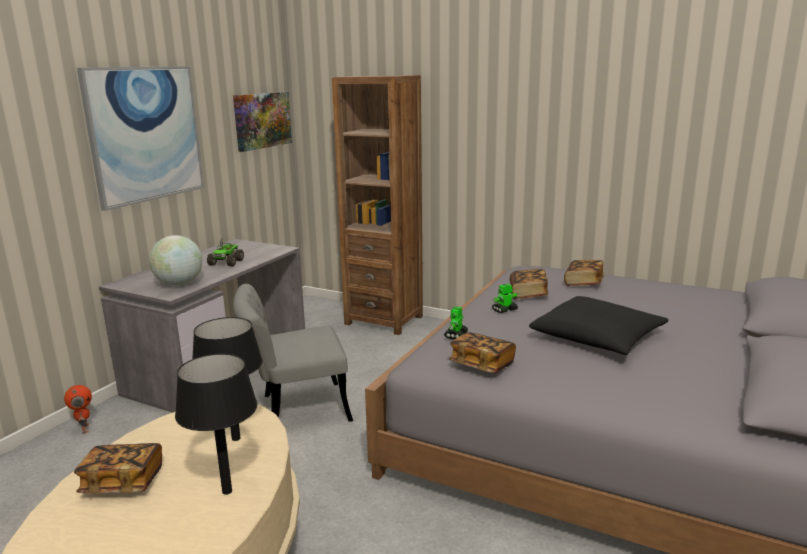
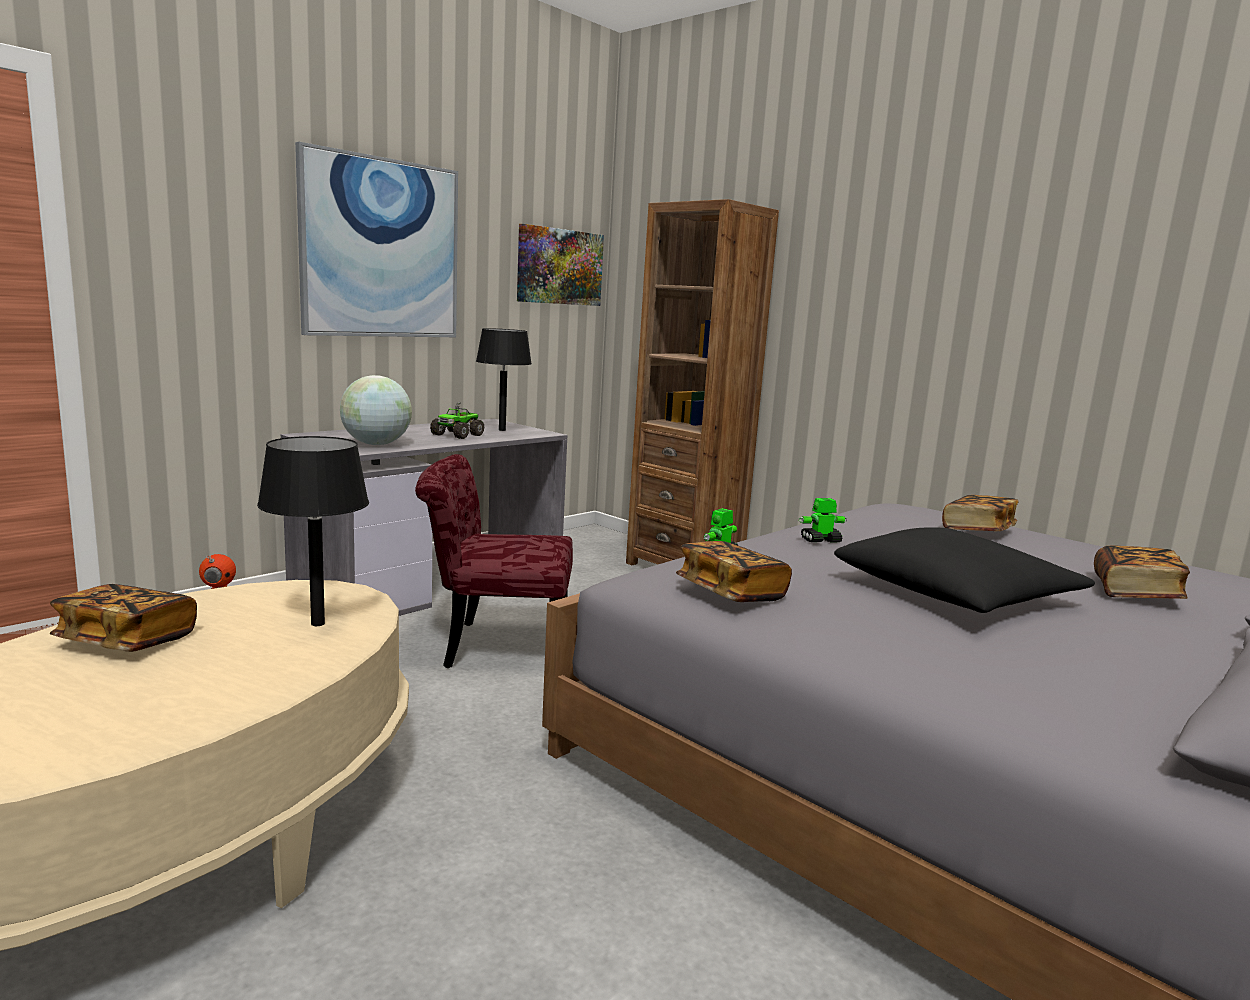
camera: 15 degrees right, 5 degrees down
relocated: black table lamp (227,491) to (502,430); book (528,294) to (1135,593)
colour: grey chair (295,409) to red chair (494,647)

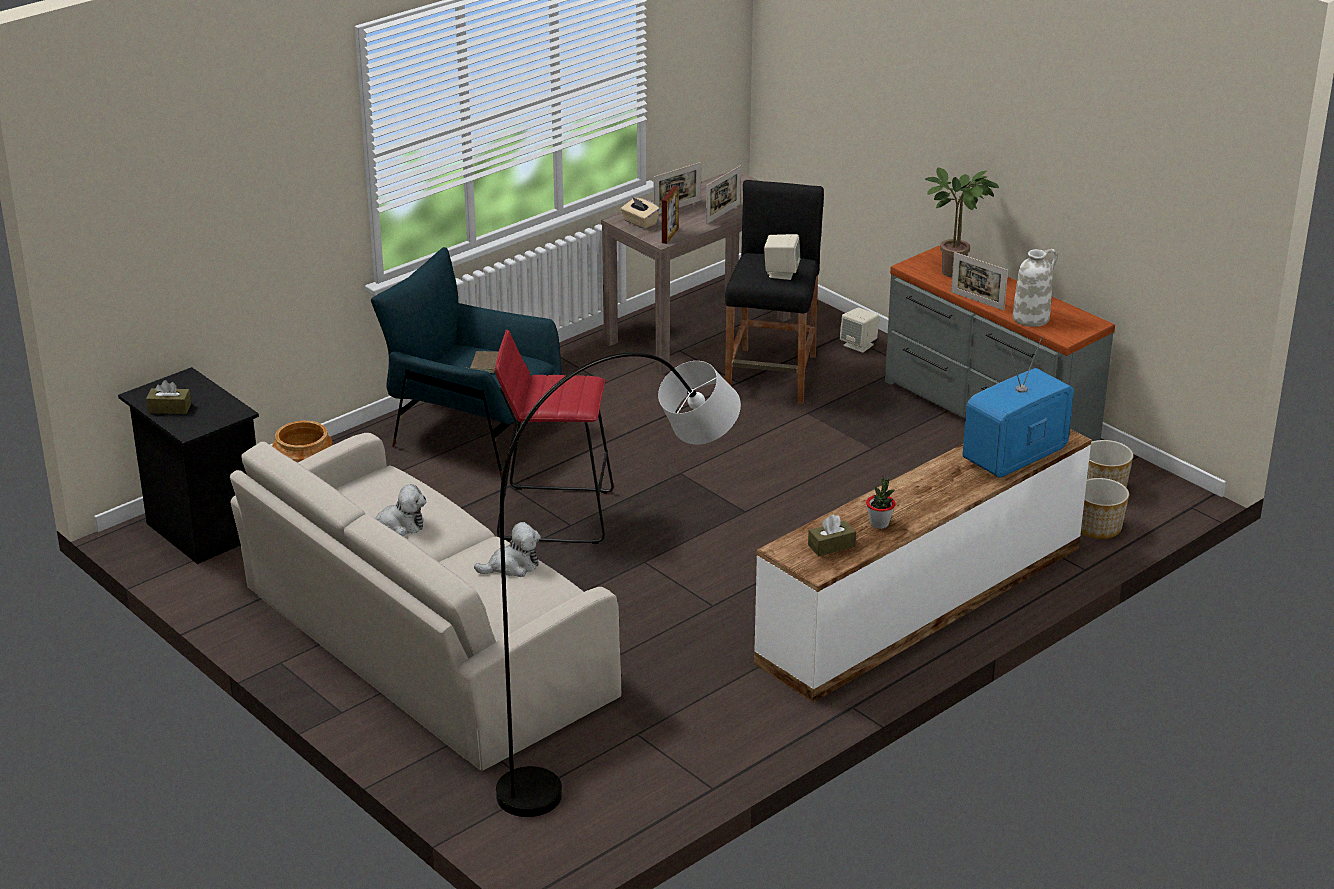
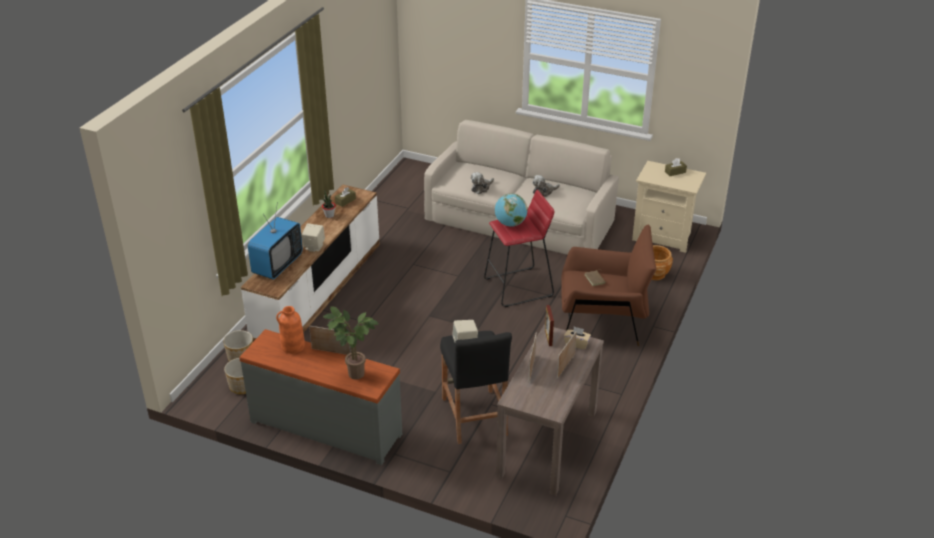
camera: 155 degrees right, 5 degrees up
missing: grey floor lamp (623,742)
appeared: globe (510,224)
relocated: beige speaker (859,345) to (314,247)
colour: black nightstand (202,529) to beige nightstand (664,236); blue armchair (474,433) to brown armchair (603,322); white vase (1031,318) to orange vase (292,346)

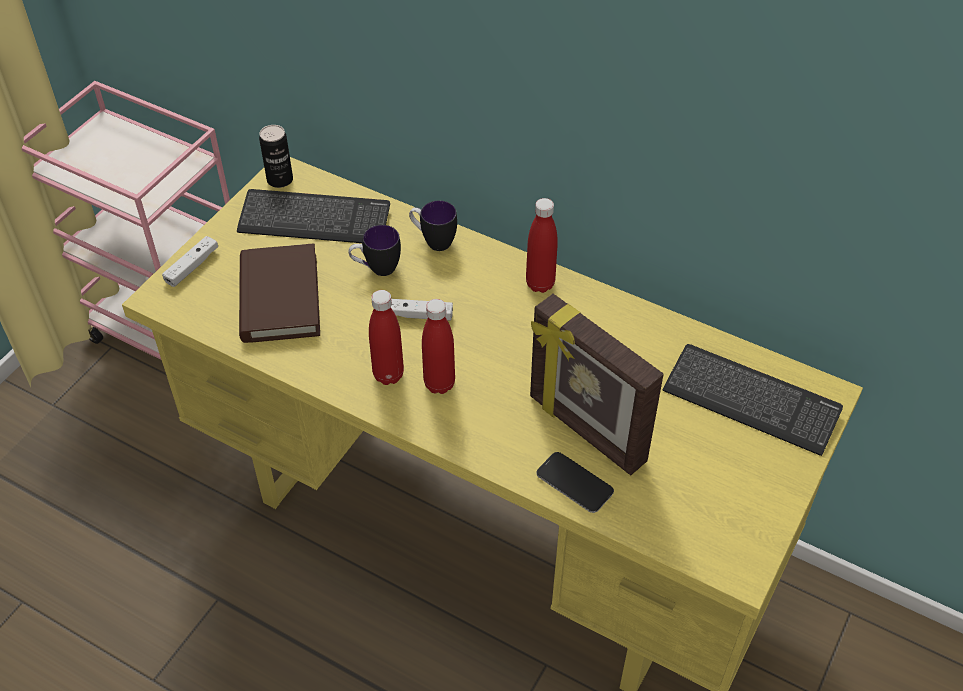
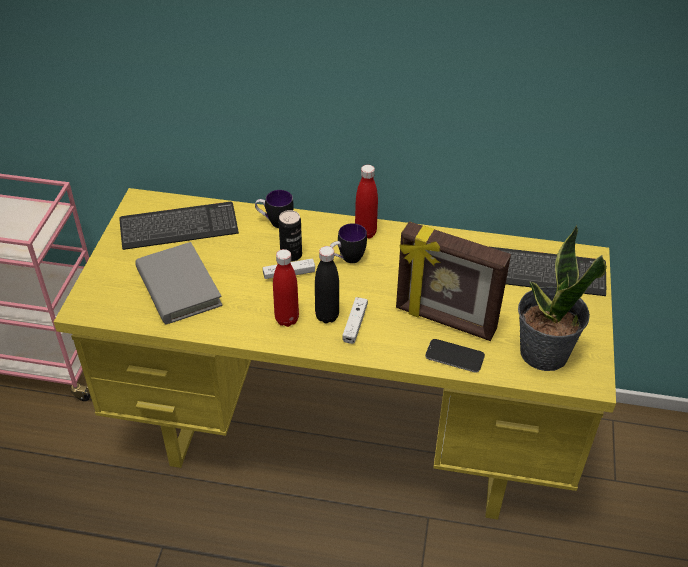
camera: 20 degrees left, 5 degrees down
appeared: potted plant (543,353)
relocated: white game controller (192,266) to (355,324); can (280,180) to (291,255); mug (376,269) to (347,259)
colour: brown book (279,298) to grey book (178,287); red bottle (439,384) to black bottle (327,316)

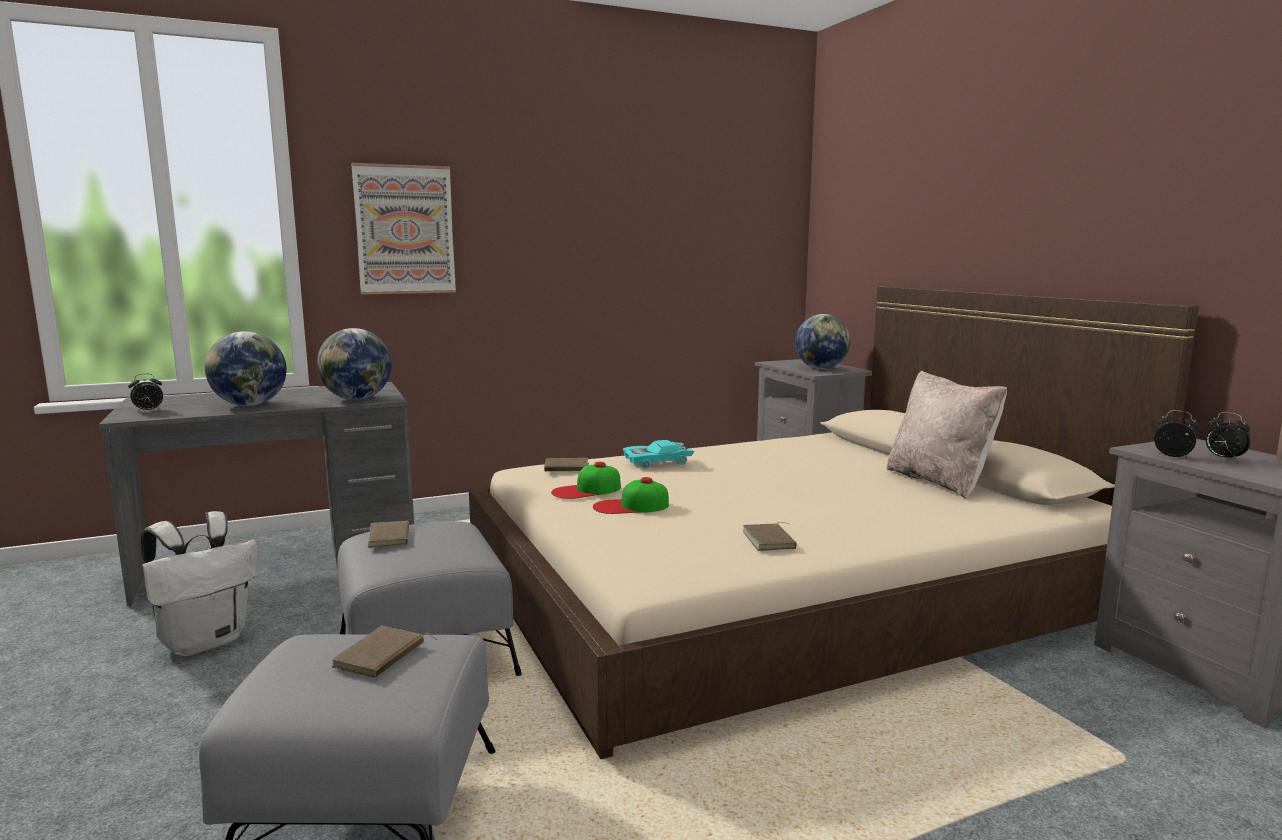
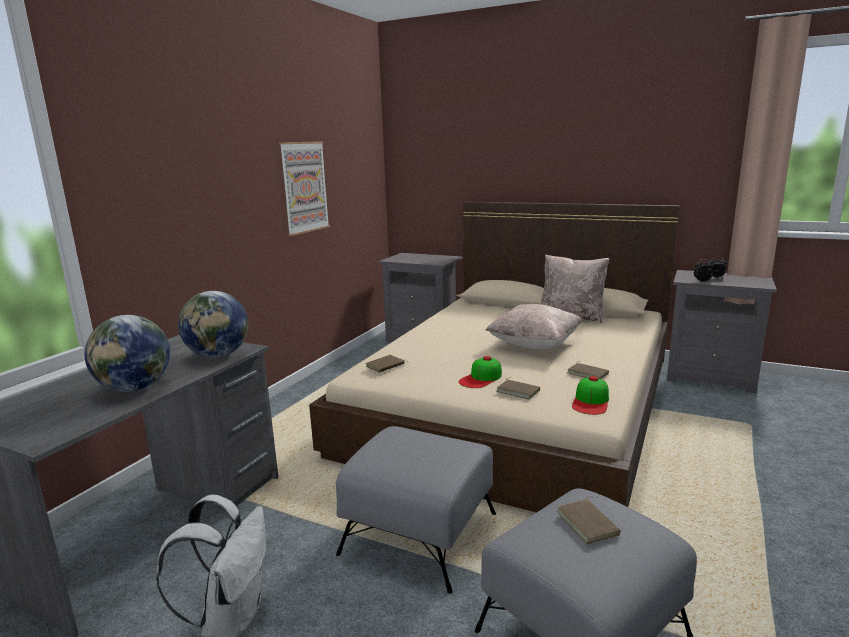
camera: 40 degrees left, 5 degrees up
missing: alarm clock (148,411); turquoise toy car (657,462); globe (821,368)
appeared: beige pillow (534,345)
relocated: picture (405,230) to (304,187); brown book (391,537) to (519,391); cap (586,490) to (591,401)

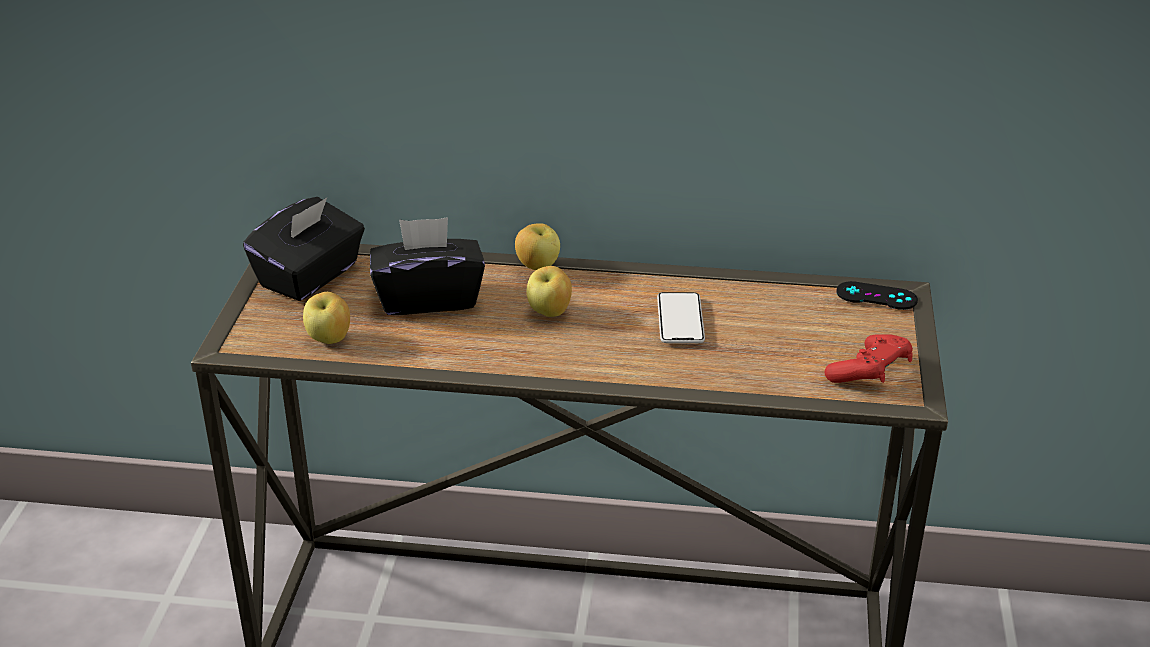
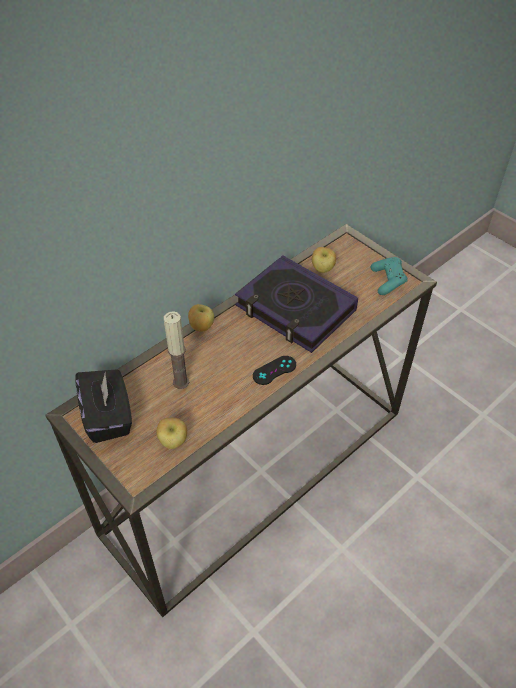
camera: 50 degrees left, 15 degrees up
relocated: apple (550,312) to (322,269); black game controller (876,296) to (274,370)
exchanged: black tissue box (428,298) to candle (181,382); phone (680,319) to book (295,309)
colour: red game controller (870,374) to turquoise game controller (388,281)

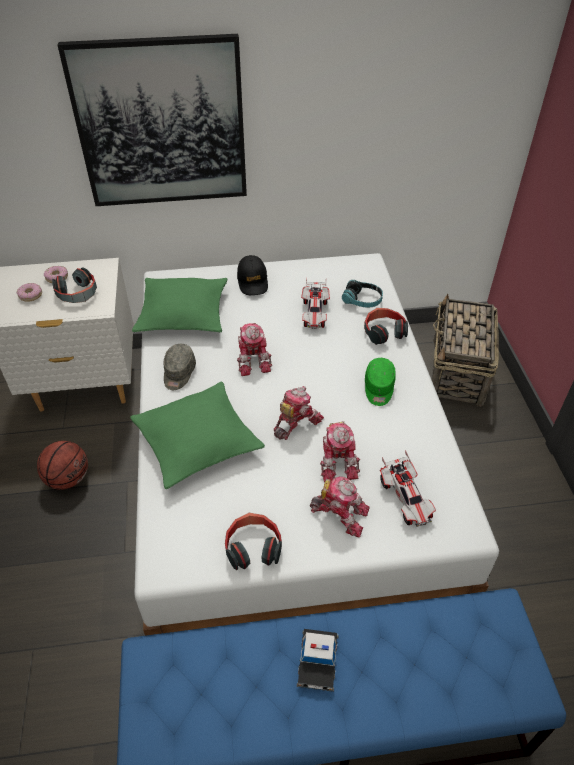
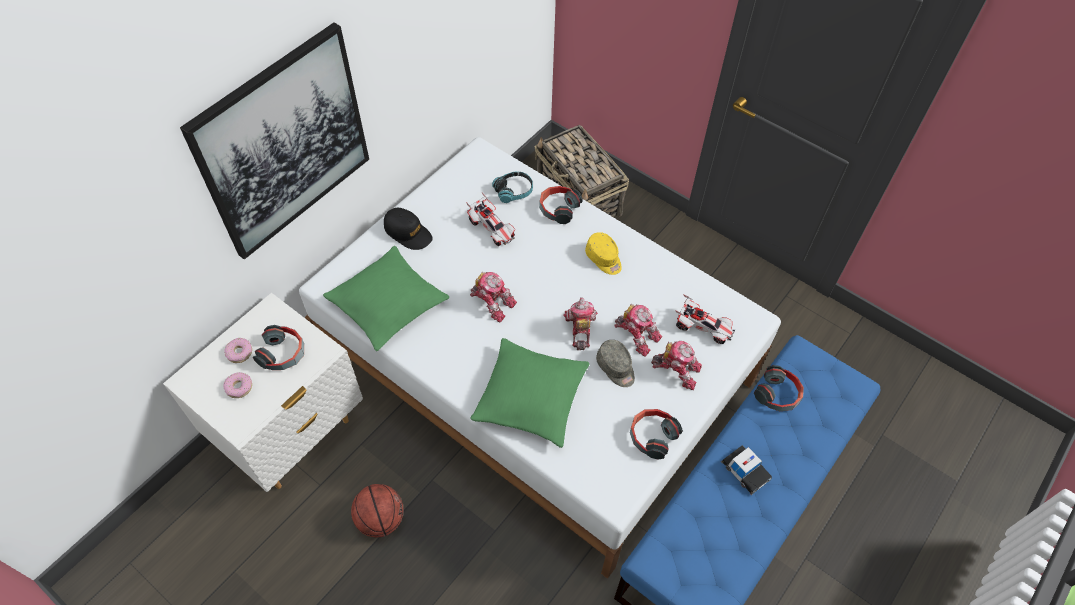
camera: 45 degrees left, 10 degrees up
appeared: headphones (778,394)
relocated: grey cap (179,373) to (616,368)
colour: green cap (379,388) to yellow cap (604,259)
spun: toy robot (340,513) = (677,369) 45 degrees clockwise

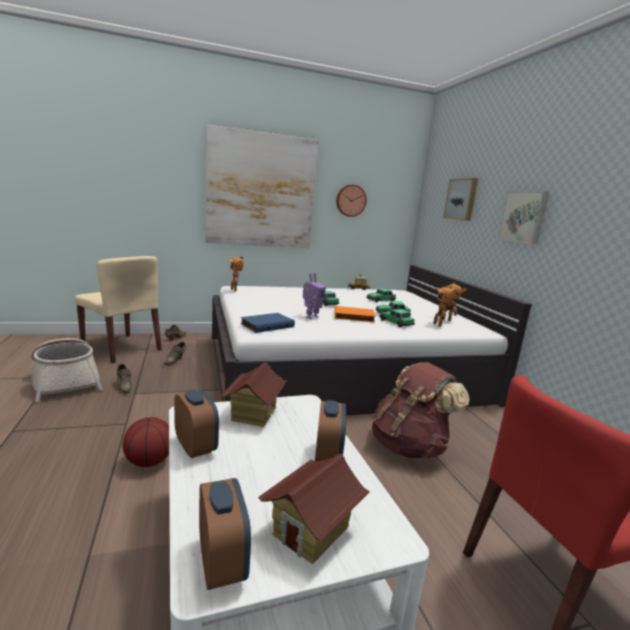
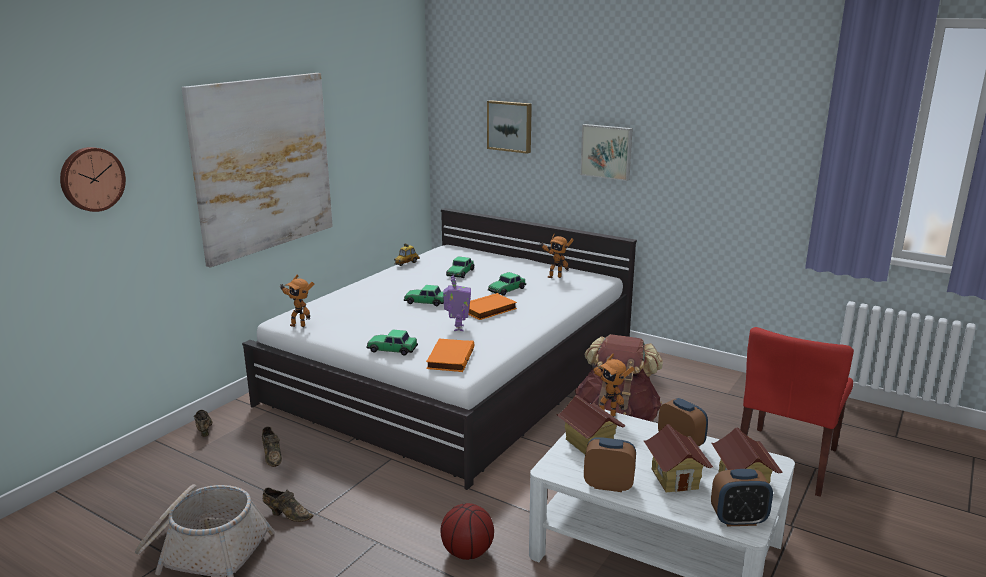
camera: 40 degrees left, 5 degrees up
missing: beige chair (121,348)
appeared: toy house (675,479)
relocated: wall clock (350,200) to (91,179); toy car (395,322) to (392,349); toy robot (438,324) to (607,413)
colour: blue book (266,325) to orange book (449,358)
spun: alarm clock (222,563) = (738,520) 150 degrees clockwise

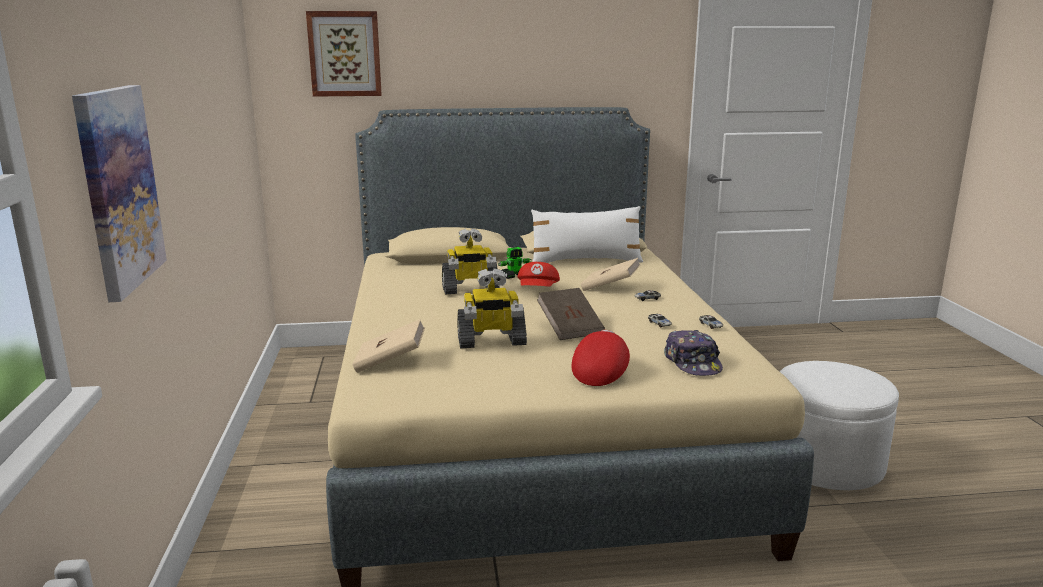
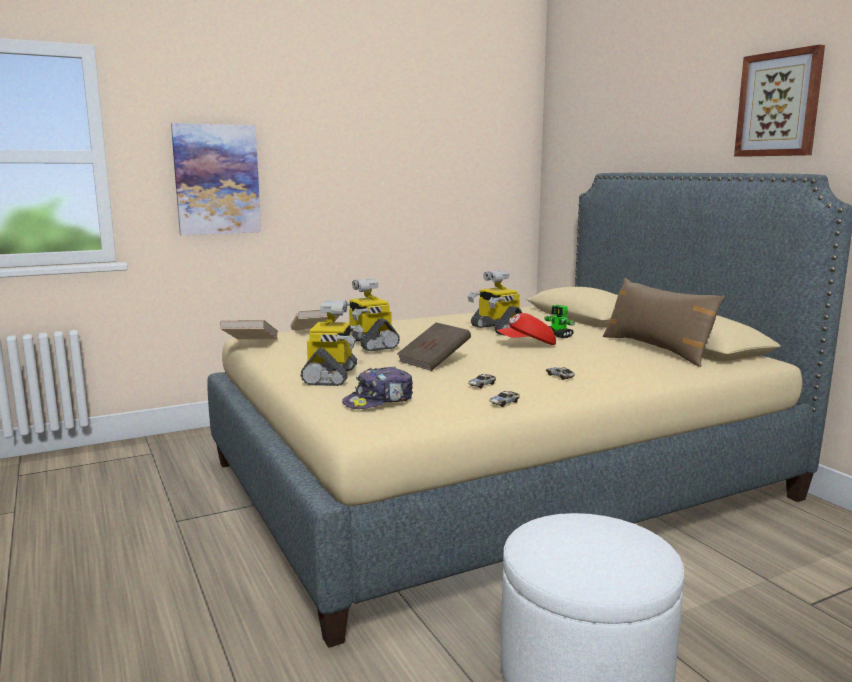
camera: 70 degrees right, 5 degrees down
relocated: picture (344,54) to (779,104); beige book (610,288) to (250,344)
exchanged: red cap (601,372) to toy robot (332,376)
colour: white pillow (586,261) to brown pillow (656,349)

